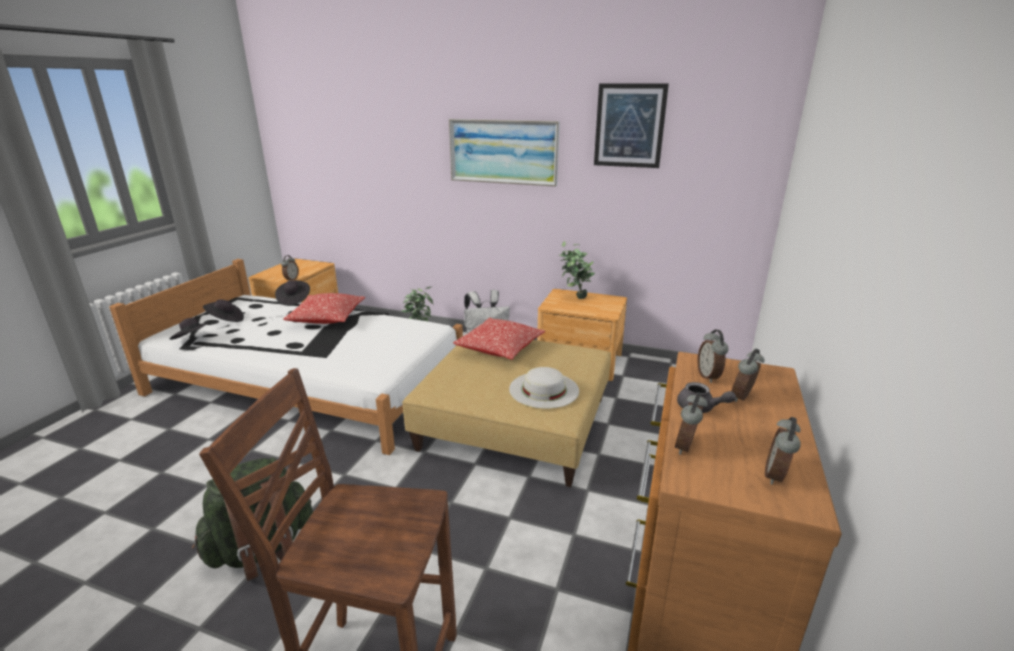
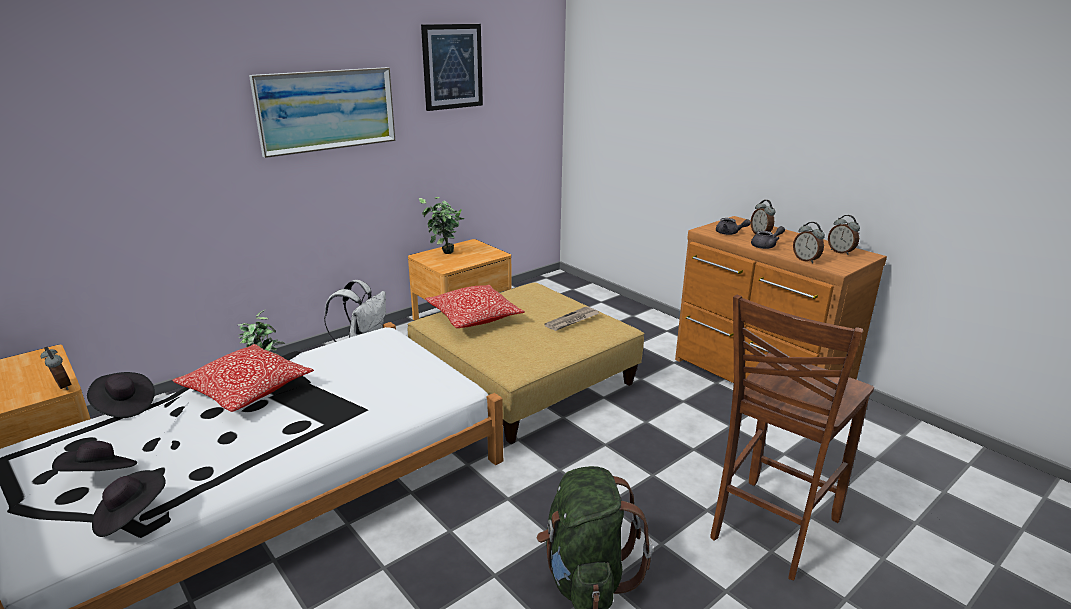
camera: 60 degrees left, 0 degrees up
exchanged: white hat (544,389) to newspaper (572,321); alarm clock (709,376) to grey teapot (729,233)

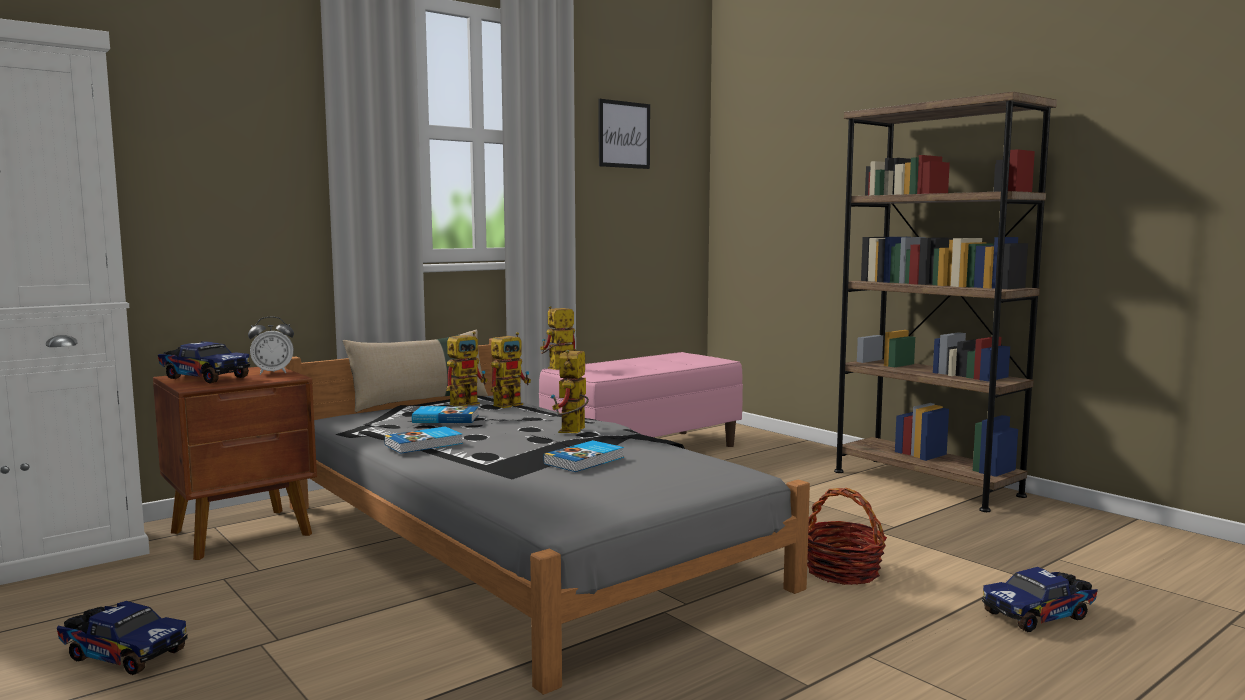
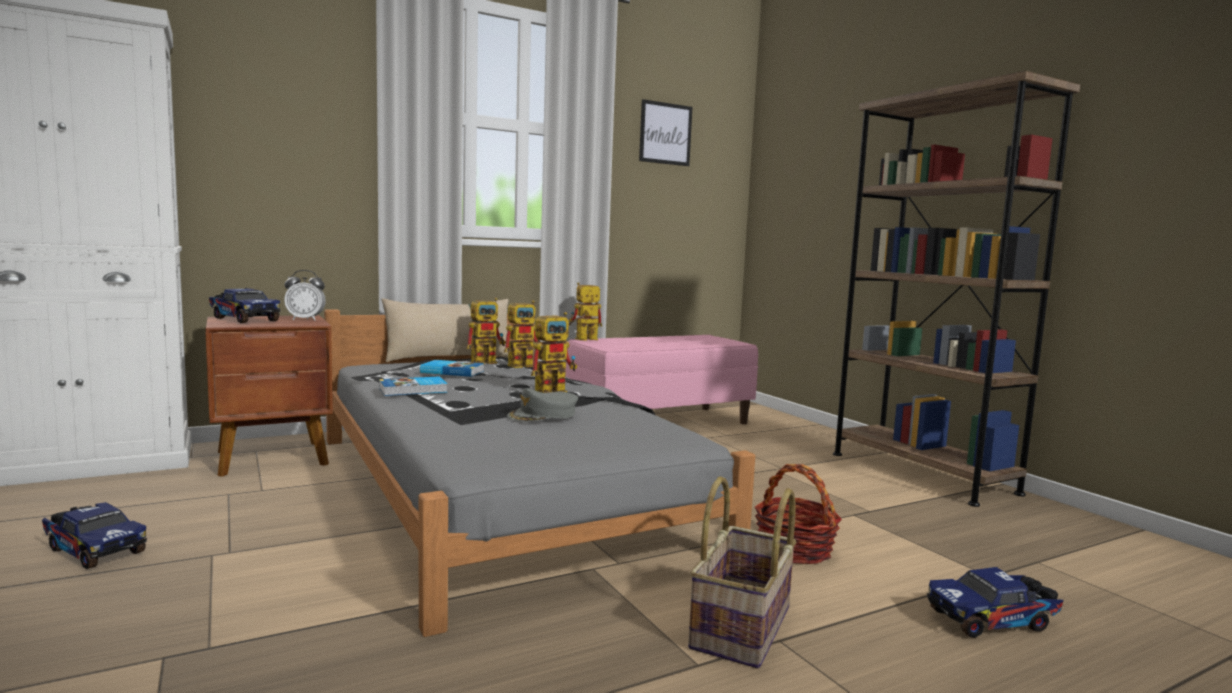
camera: 10 degrees right, 0 degrees up
appeared: basket (743,628)
exchanged: book (585,460) to grey cap (543,415)
spun: toy robot (573,432) = (555,390) 150 degrees counterclockwise

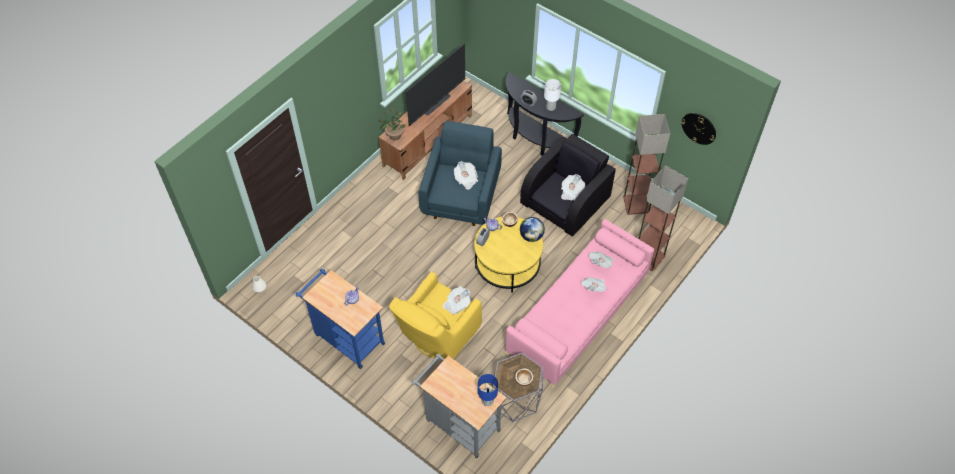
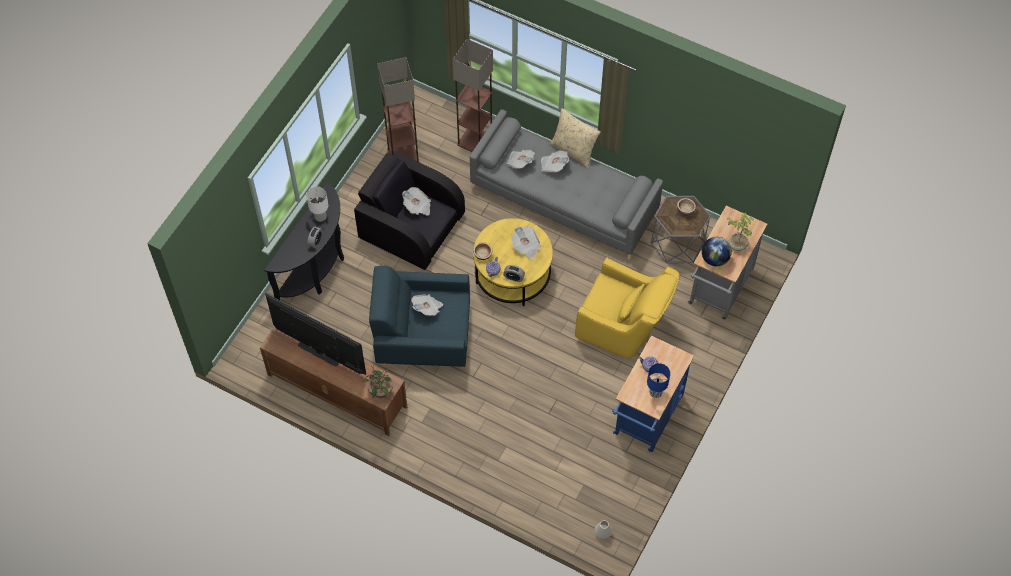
camera: 100 degrees left, 5 degrees up
missing: wall clock (699,128)
appeared: beige pillow (573,150); potted plant (737,245)
relocated: newspaper (456,304) to (526,246); blue table lamp (487,400) to (655,392); globe (531,236) to (714,259)
colour: pink sofa (577,315) to grey sofa (565,199)

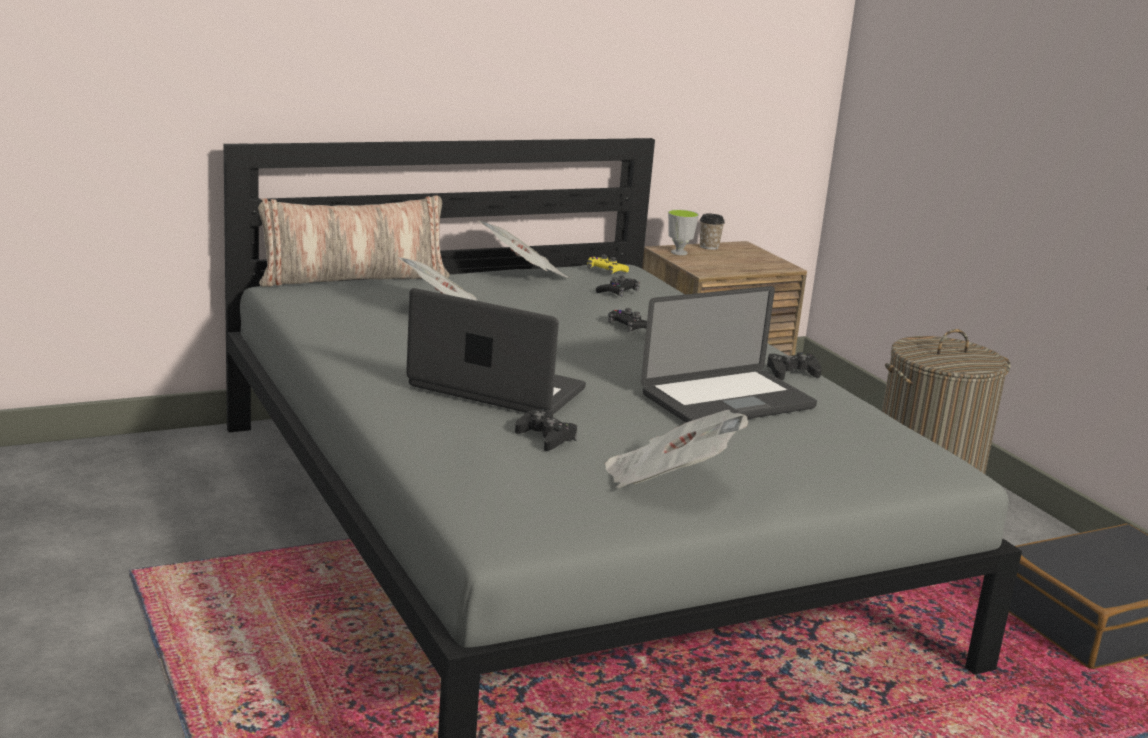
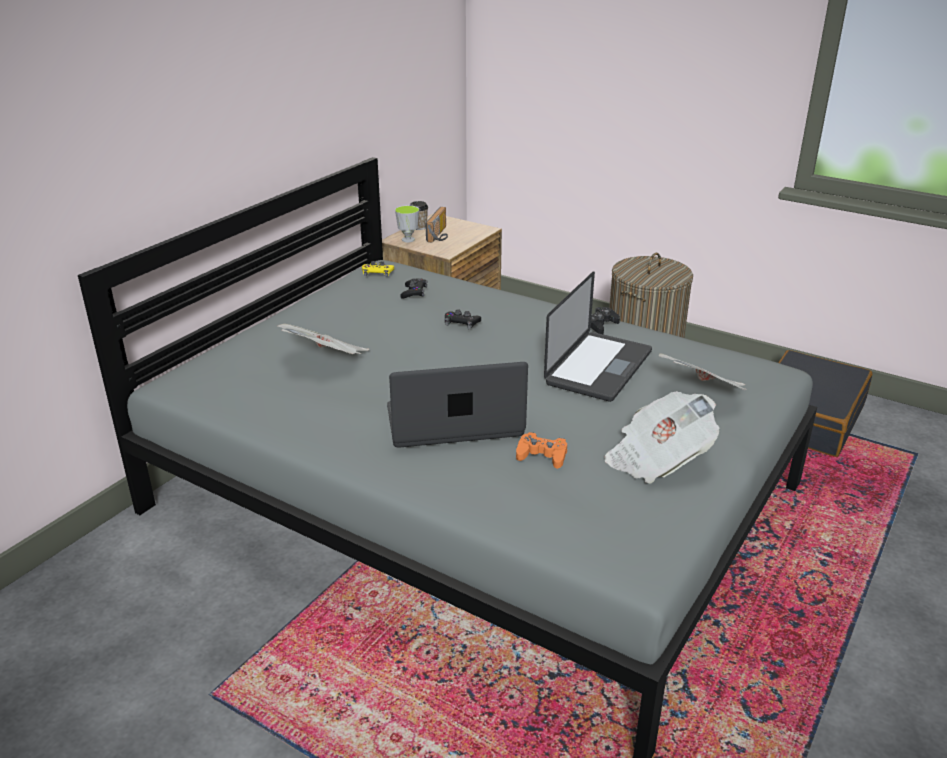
camera: 30 degrees left, 10 degrees up
missing: pillow (353,278)
appeared: radio (440,235)
relocated: newspaper (522,273) to (703,394)
colour: black game controller (546,437) to orange game controller (542,455)

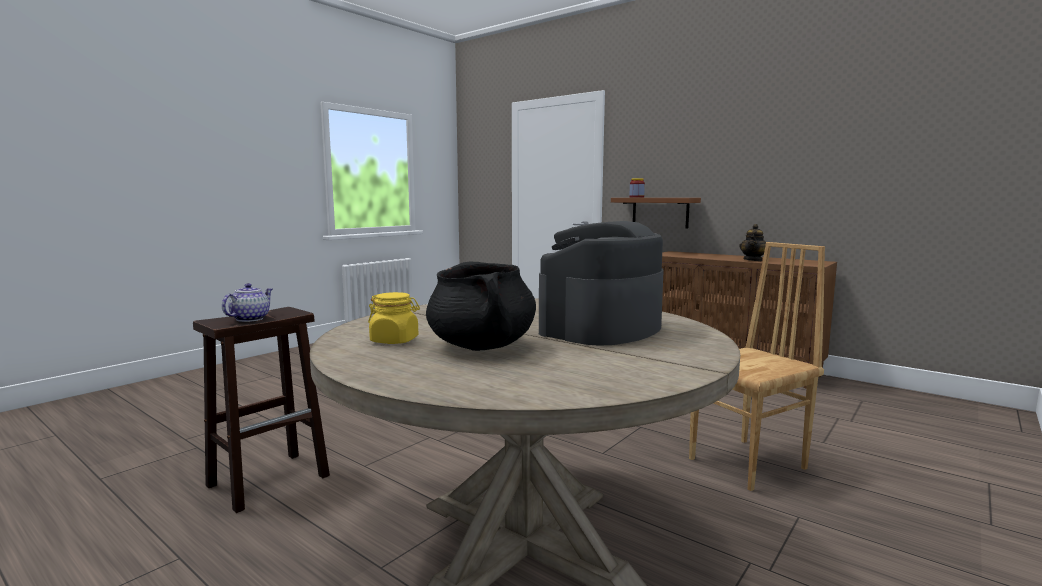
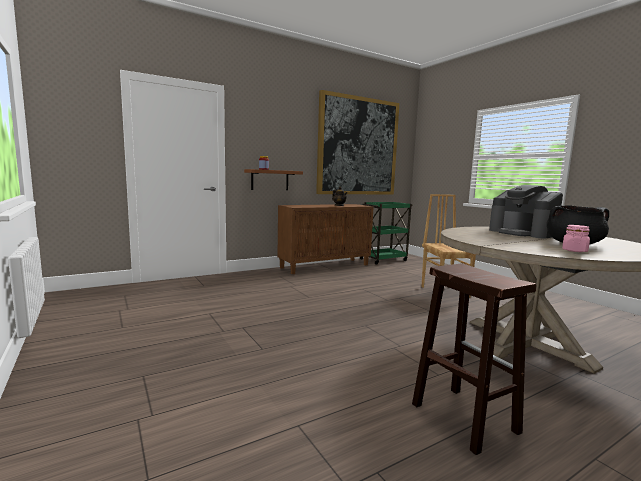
camera: 70 degrees left, 0 degrees up
missing: teapot (250,319)
appeared: picture (358,146); green cart (384,260)
colour: yellow jar (395,340) to pink jar (574,250)

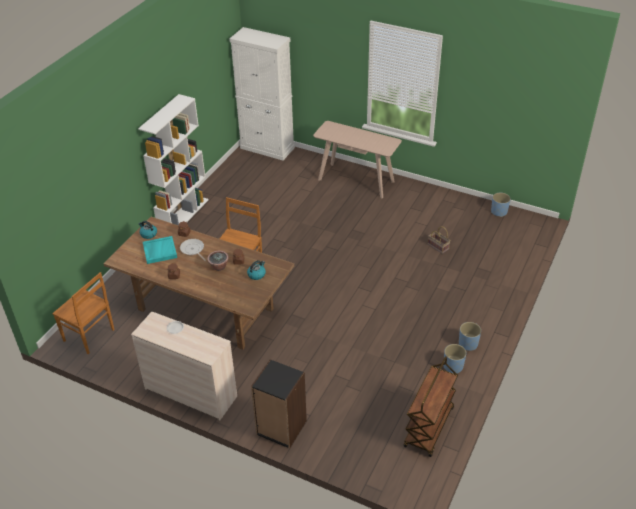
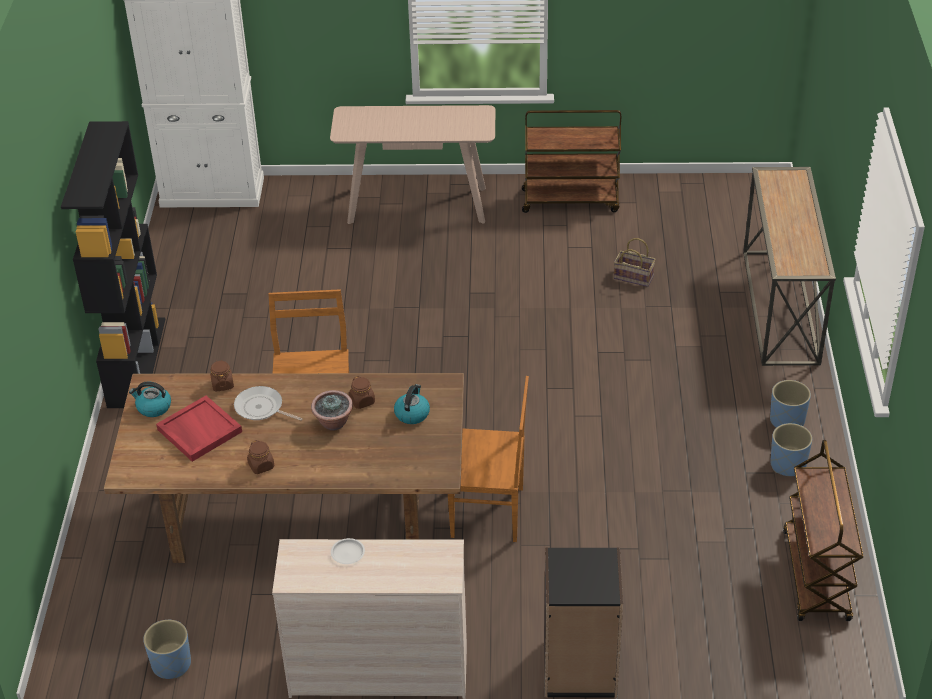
camera: 25 degrees left, 0 degrees up
appeared: brown cart (571,200); console table (781,307)
relocated: brown chair (90,336) to (490,513); blue planter (498,212) to (171,664)
colour: white bookcase (183,215) to black bookcase (136,362); turquoise tray (159,251) to red tray (198,430)

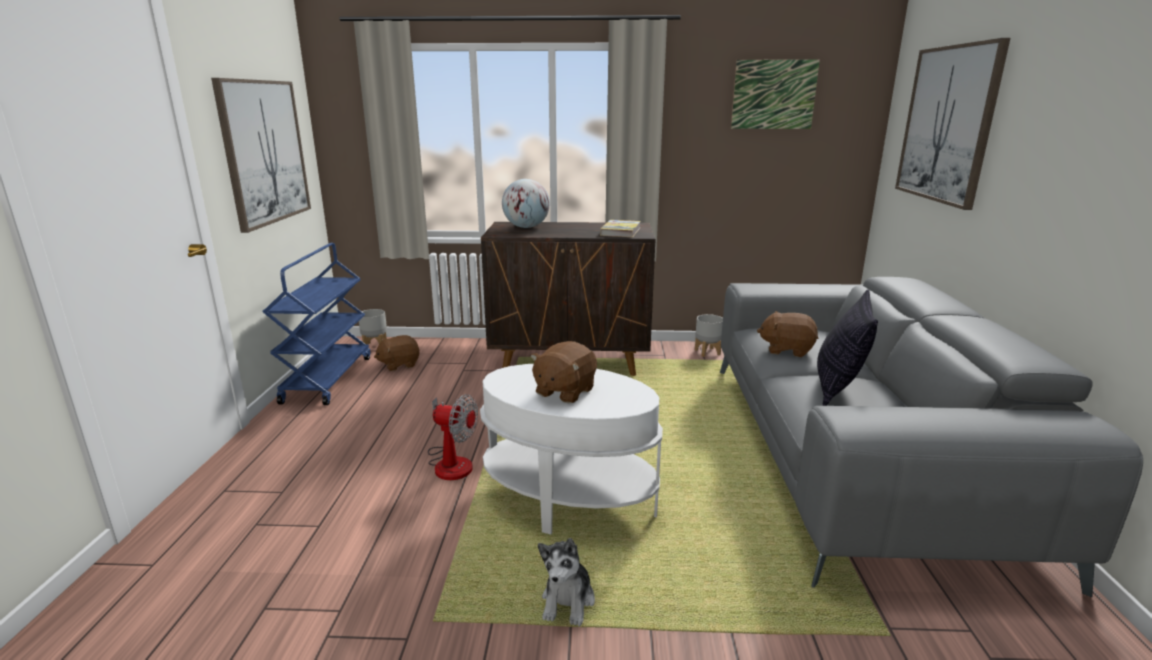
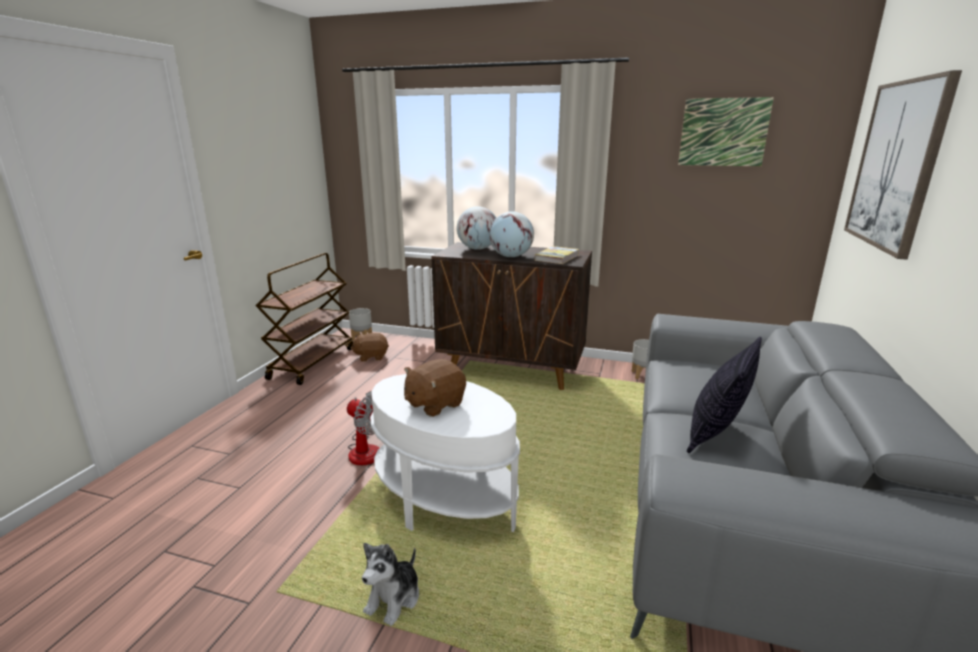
camera: 15 degrees right, 0 degrees up
missing: picture (264,152); brown plush toy (786,350)
appeared: globe (511,256)
colour: blue cart (327,379) to brown cart (312,362)

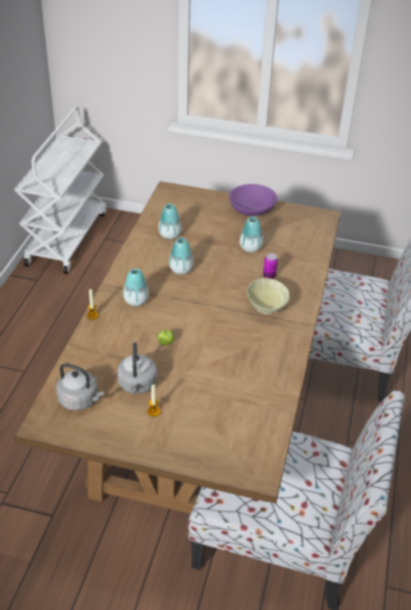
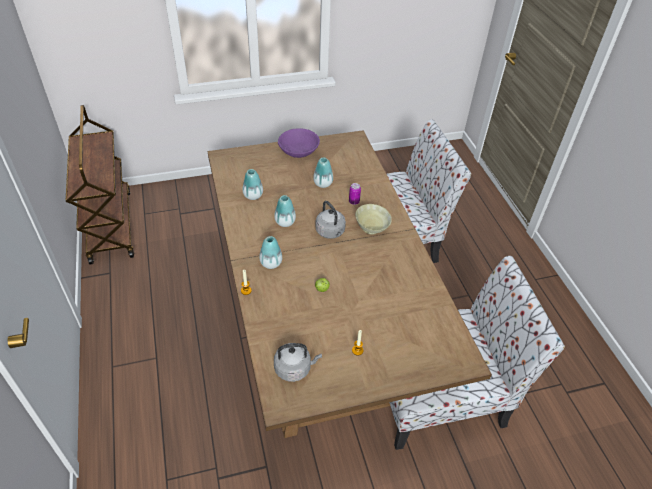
camera: 30 degrees left, 5 degrees up
relocated: grey kettle (137,385) to (331,232)
colour: white cart (66,238) to brown cart (110,225)

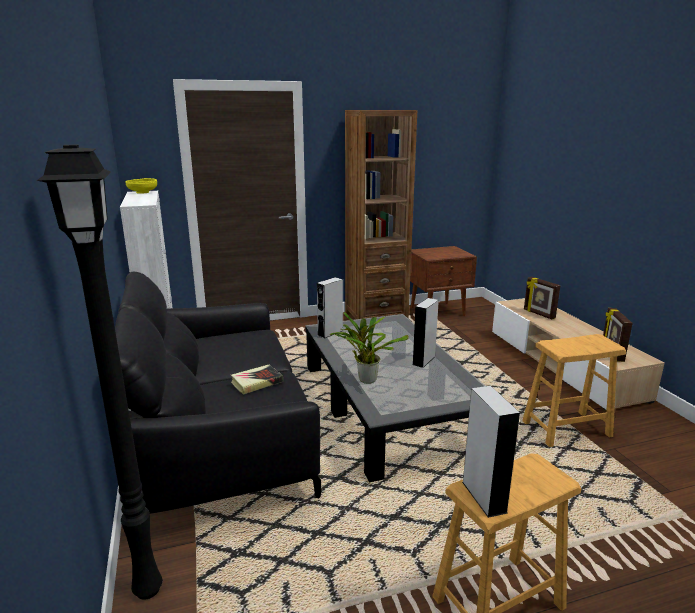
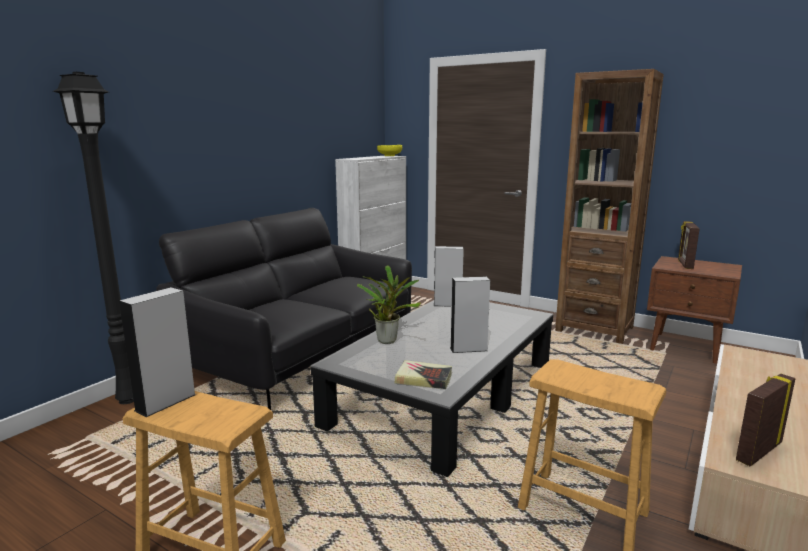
camera: 50 degrees right, 5 degrees down
relocated: book (256,382) to (423,379); picture frame (538,314) to (684,264)

